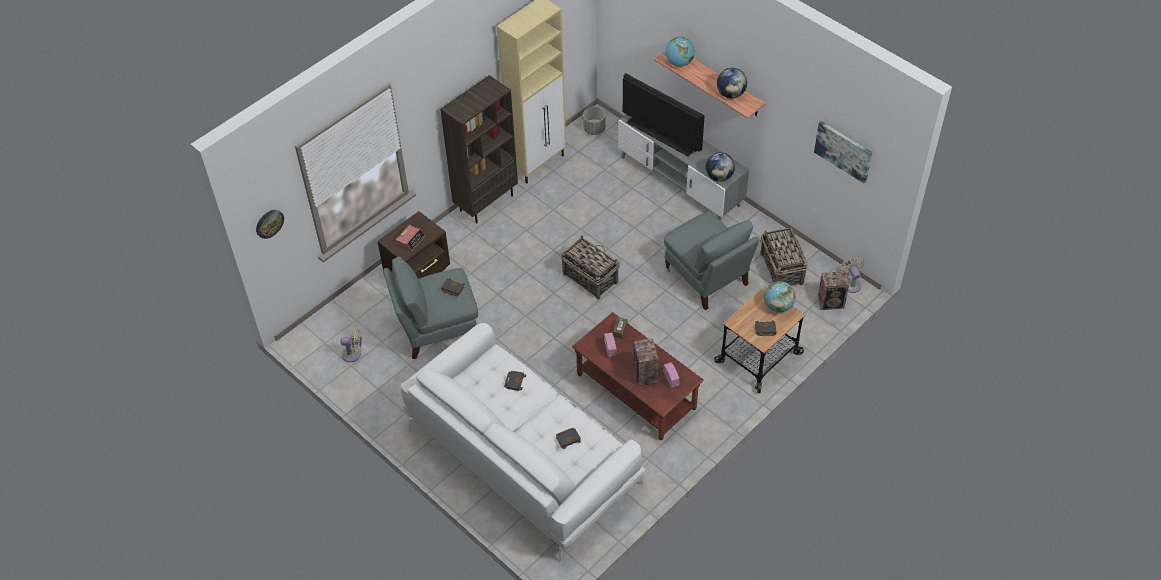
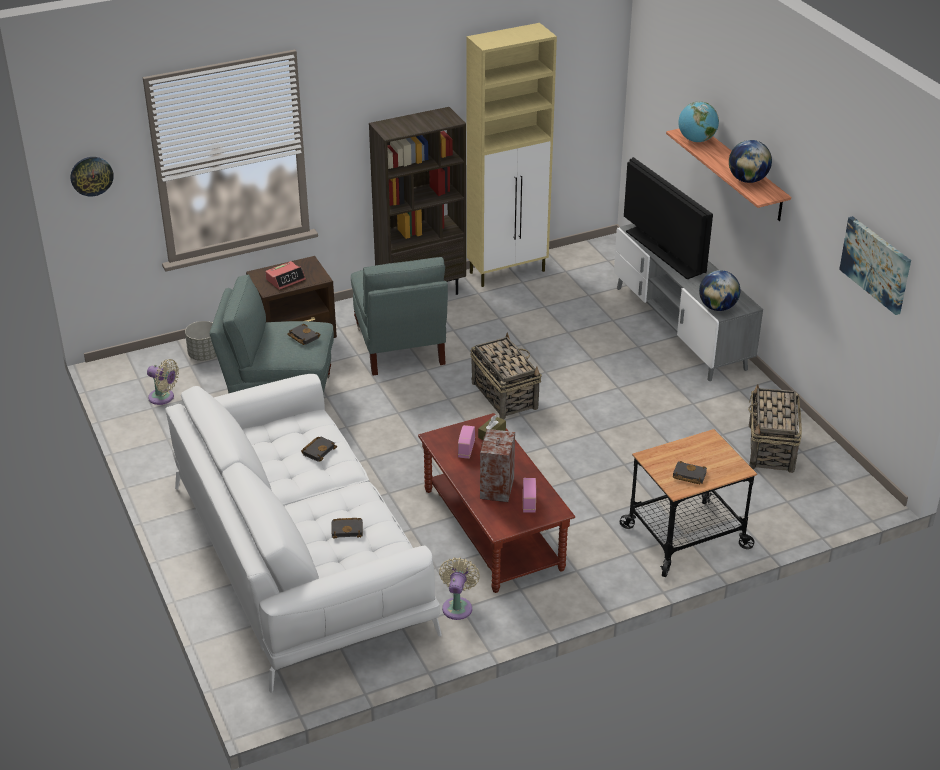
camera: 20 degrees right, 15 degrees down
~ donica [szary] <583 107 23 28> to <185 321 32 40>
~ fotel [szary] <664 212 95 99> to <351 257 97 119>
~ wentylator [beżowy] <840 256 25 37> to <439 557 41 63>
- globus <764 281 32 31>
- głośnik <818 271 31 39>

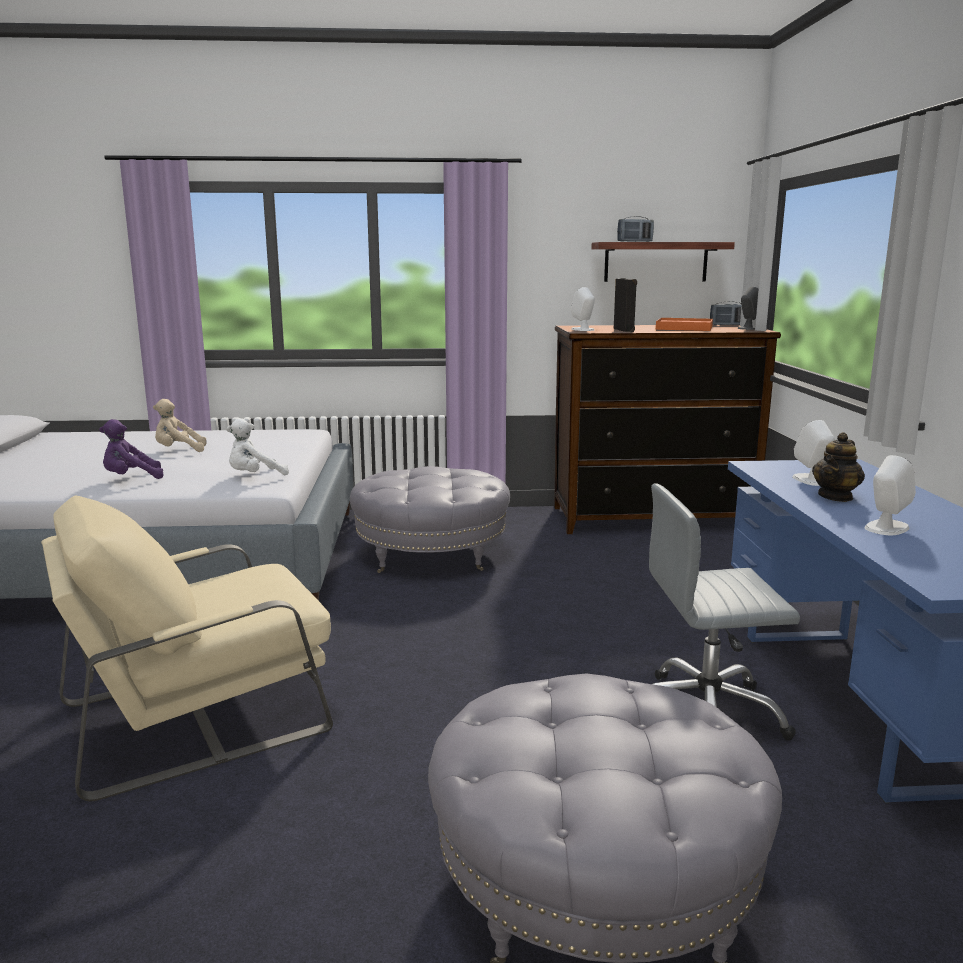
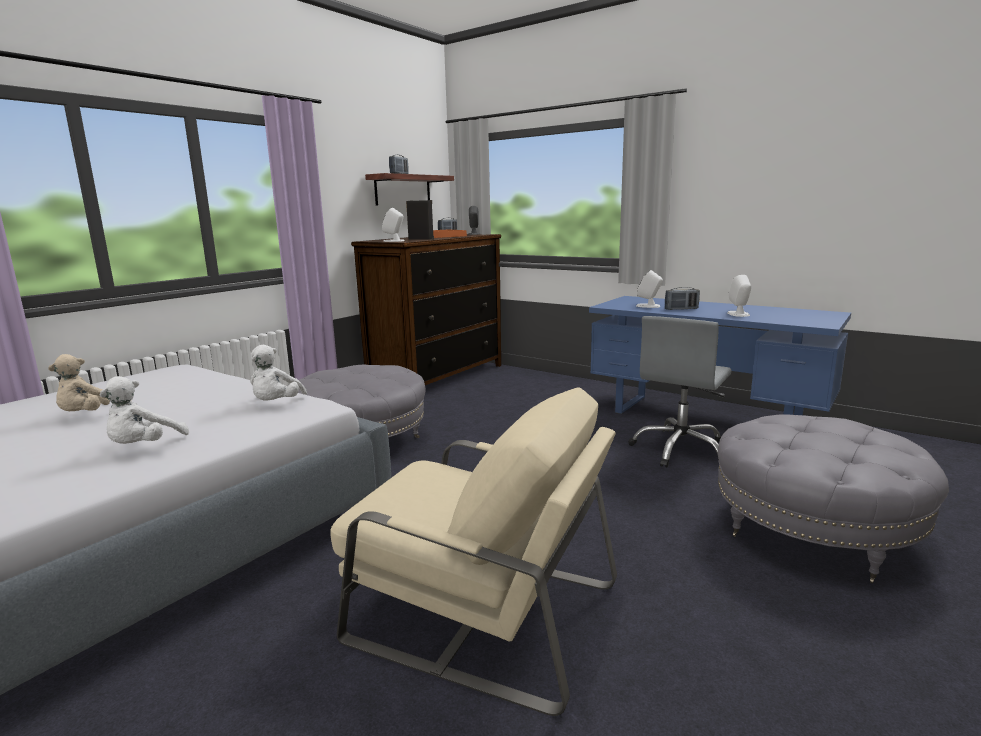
camera: 50 degrees left, 0 degrees up
~ pluszak [fioletowy] <99 419 65 60> to pluszak [biały] <99 376 90 68>
~ fotel [beżowy] <41 496 292 305> = <330 387 287 329> 75 degrees counterclockwise
~ imbryk <812 432 53 70> to radio <665 287 35 23>

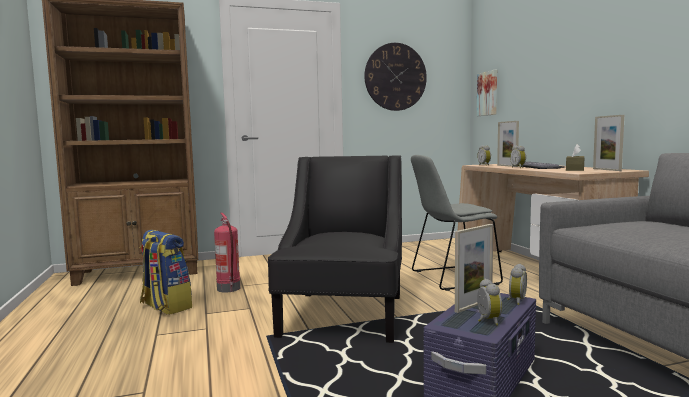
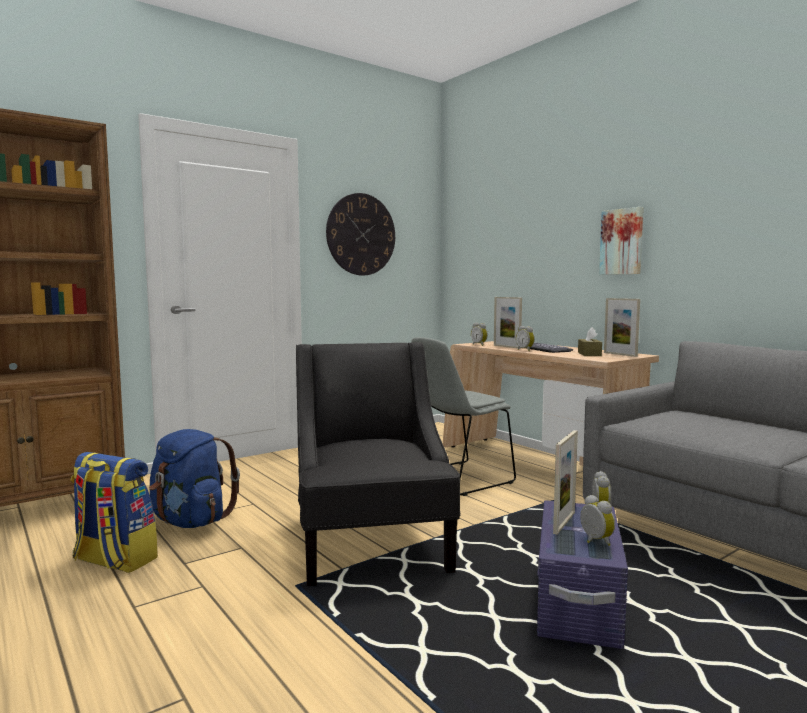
camera: 20 degrees left, 0 degrees up
~ gaśnica <214 213 26 80> to plecak [niebieski] <149 429 91 99>
~ obraz <477 70 20 46> to <599 207 44 68>

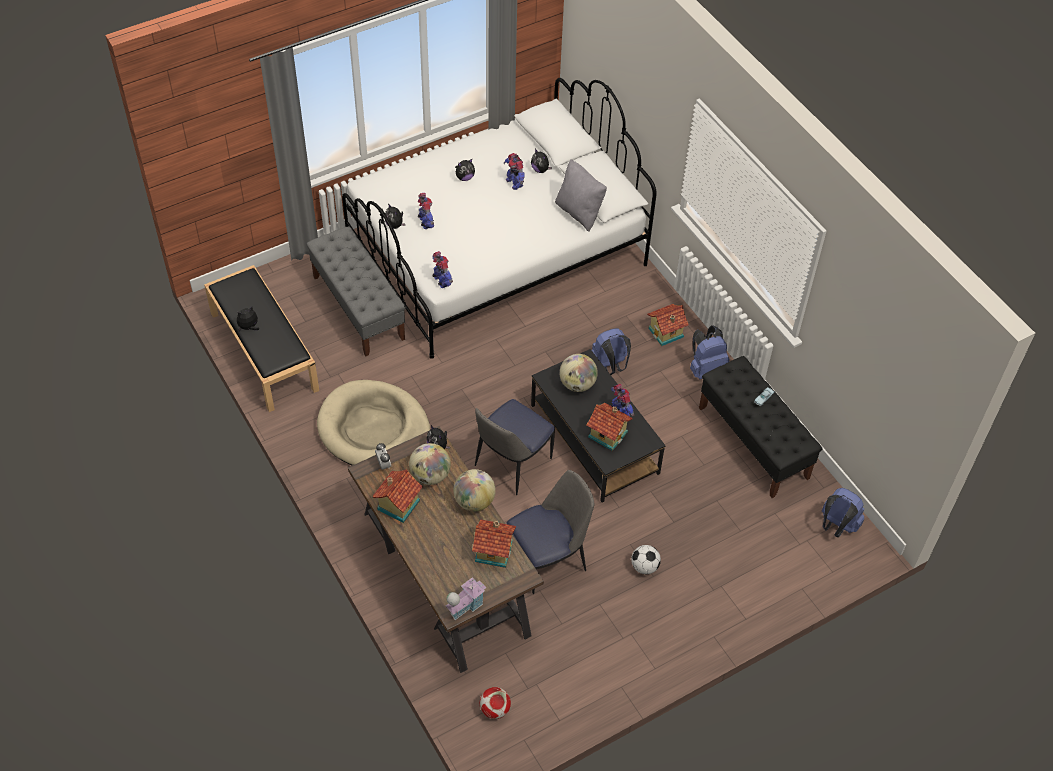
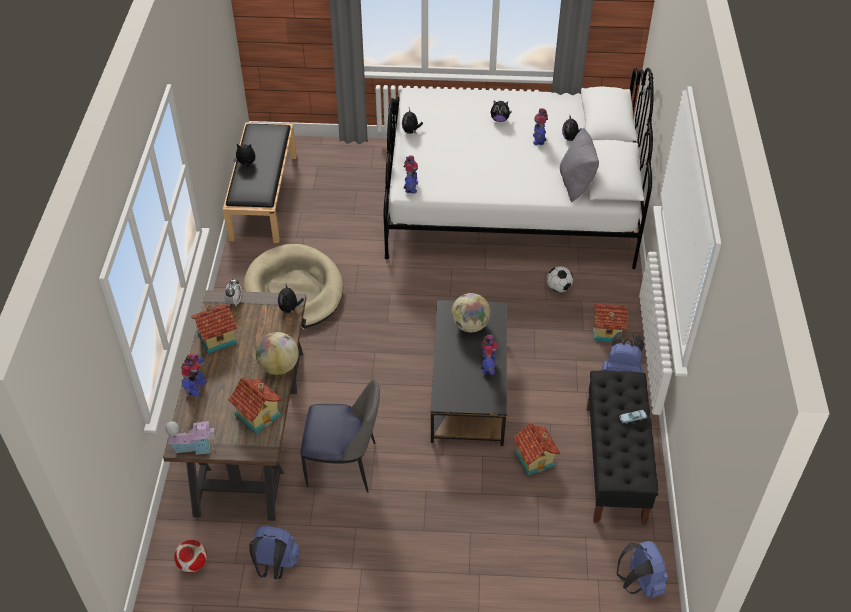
camera: 35 degrees right, 5 degrees down
~ robot zabawkowy <418 193 16 36> to <181 354 26 43>
~ plecak [niebieski] <592 328 39 47> to <249 526 51 53>
~ domek <587 403 46 48> to <513 423 47 52>
~ piłka futbolowa <631 545 30 29> to <547 266 26 26>
- ławka [szary] <306 226 100 130>
- globus <409 443 42 42>
- krzesło <475 399 80 96>

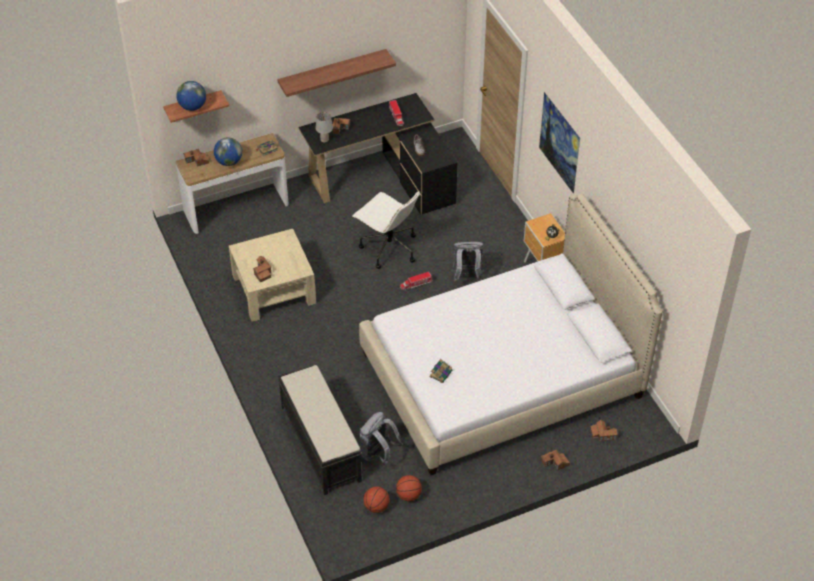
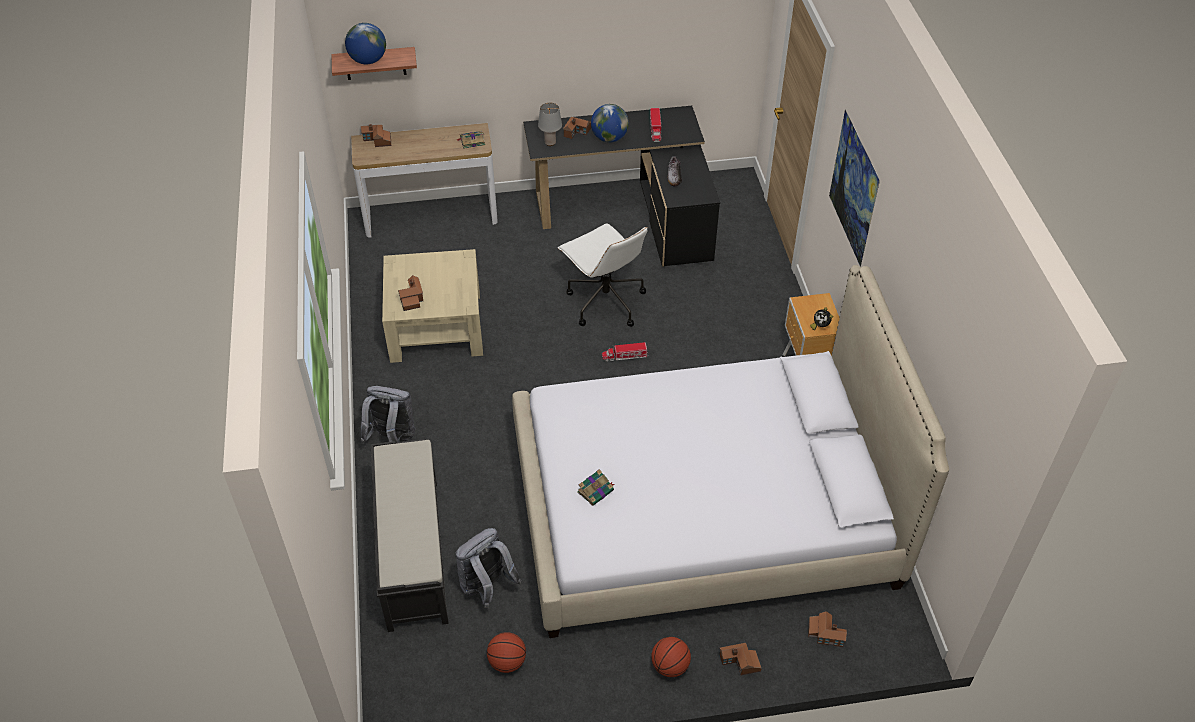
camera: 15 degrees right, 0 degrees up
~ plecak [szary] <451 242 33 40> to <361 386 54 57>
~ globus <214 137 28 29> to <591 104 38 38>
~ piłka do koszykówki <364 487 26 26> to <651 637 40 40>
- półka <278 49 118 48>

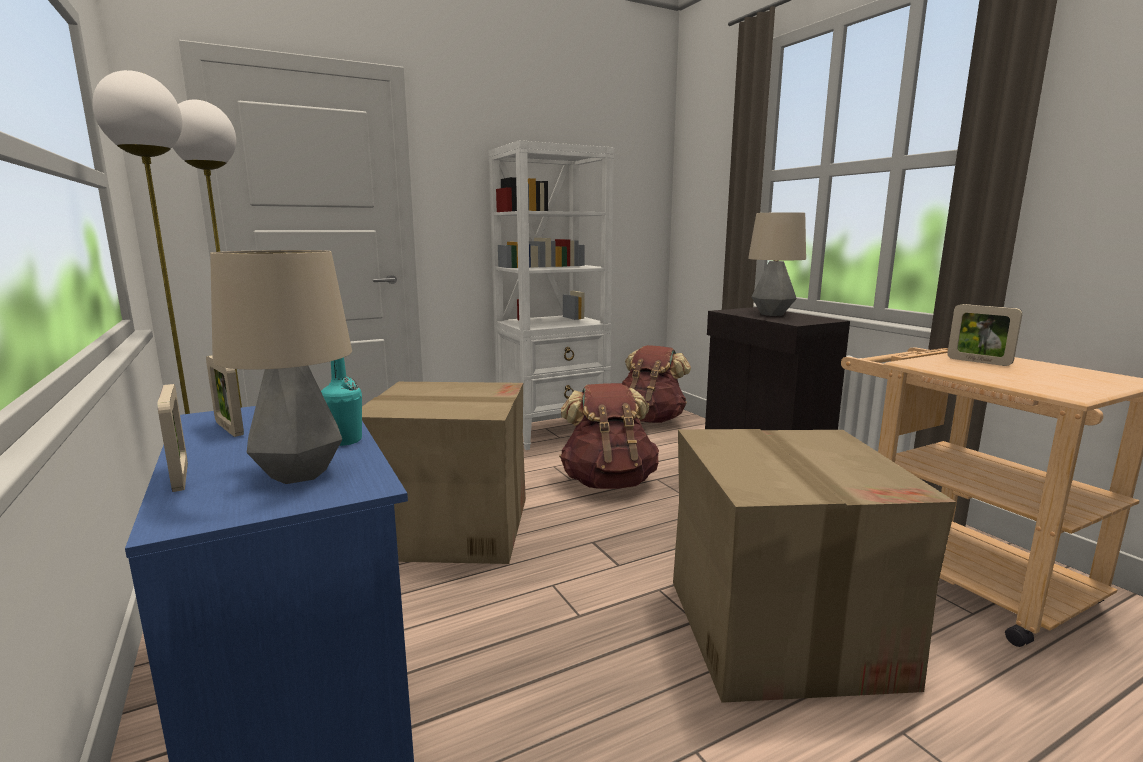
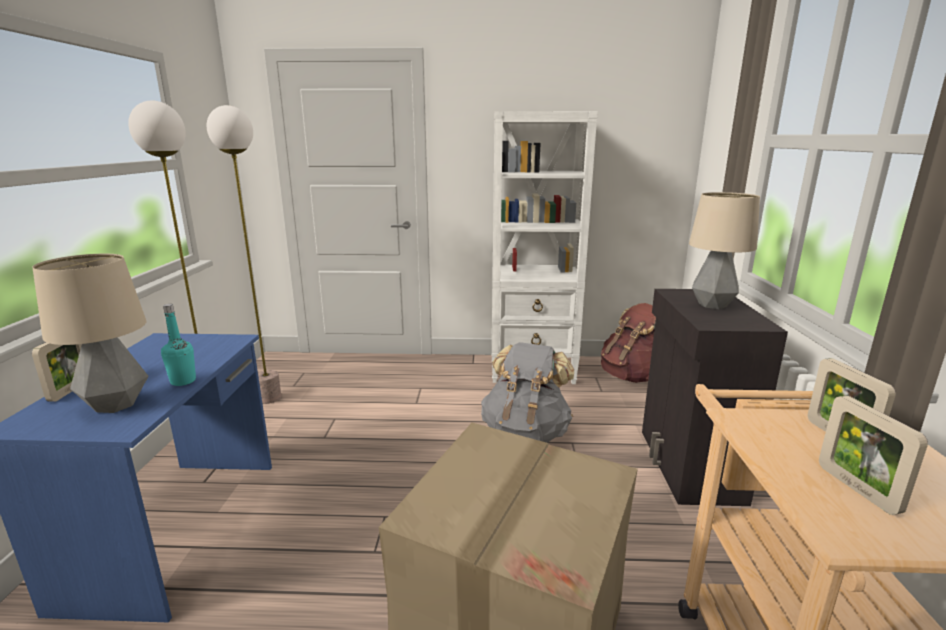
camera: 30 degrees right, 5 degrees up
~ plecak [brązowy] <559 383 100 106> to plecak [szary] <481 342 93 101>
~ ramka na zdjęcie <206 355 38 82> to <819 396 109 119>
- karton <362 382 164 182>

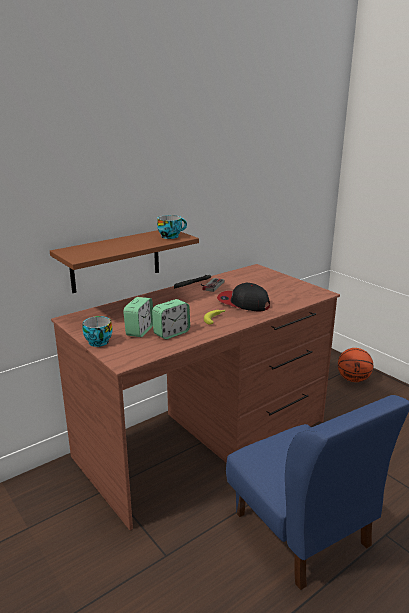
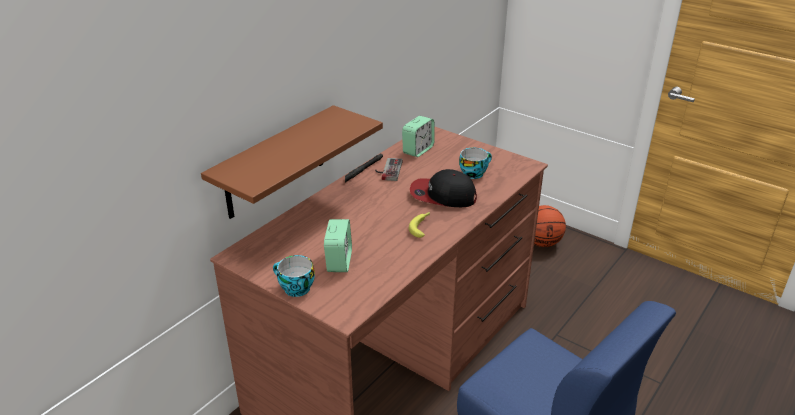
camera: 15 degrees left, 10 degrees up
~ budzik <152 299 38 40> to <402 116 33 41>
~ filiżanka <157 215 30 24> to <459 148 33 31>

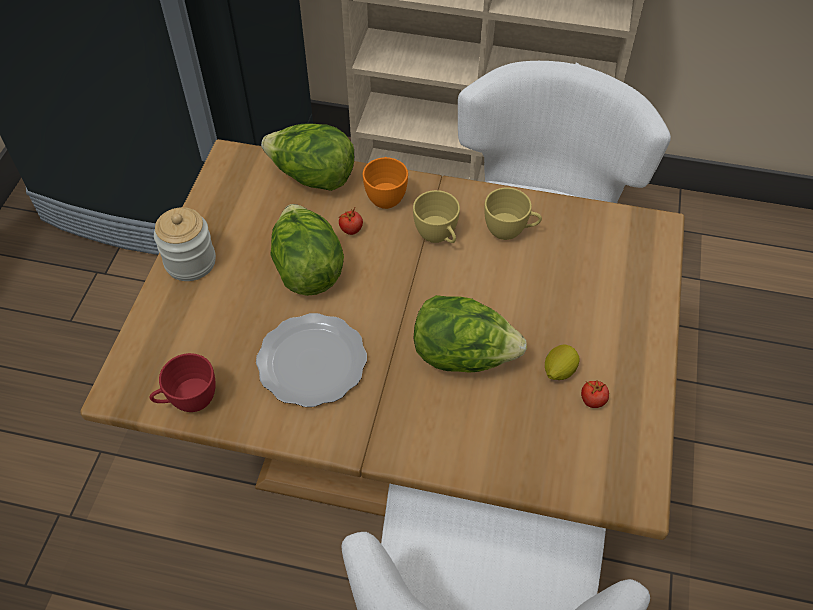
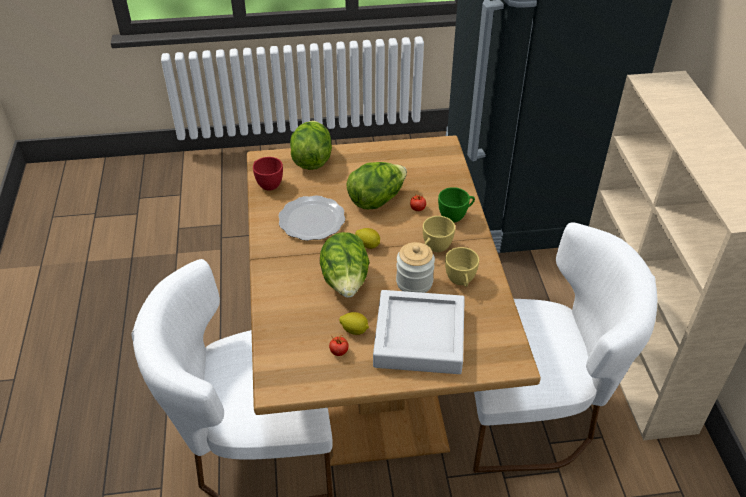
camera: 70 degrees right, 10 degrees down
~ sałata <261 123 93 68> to <290 120 42 50>
+ cytryna <355 228 25 21>
+ taca [szary] <373 290 92 84>
~ słoik <154 207 62 74> to <396 242 39 51>
~ filiżanka [pomarańczowy] <363 157 45 52> to filiżanka [zielony] <438 187 37 36>

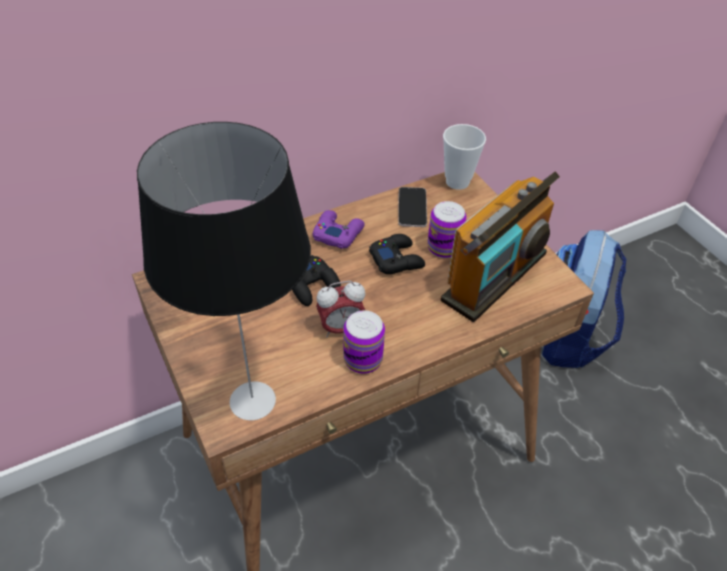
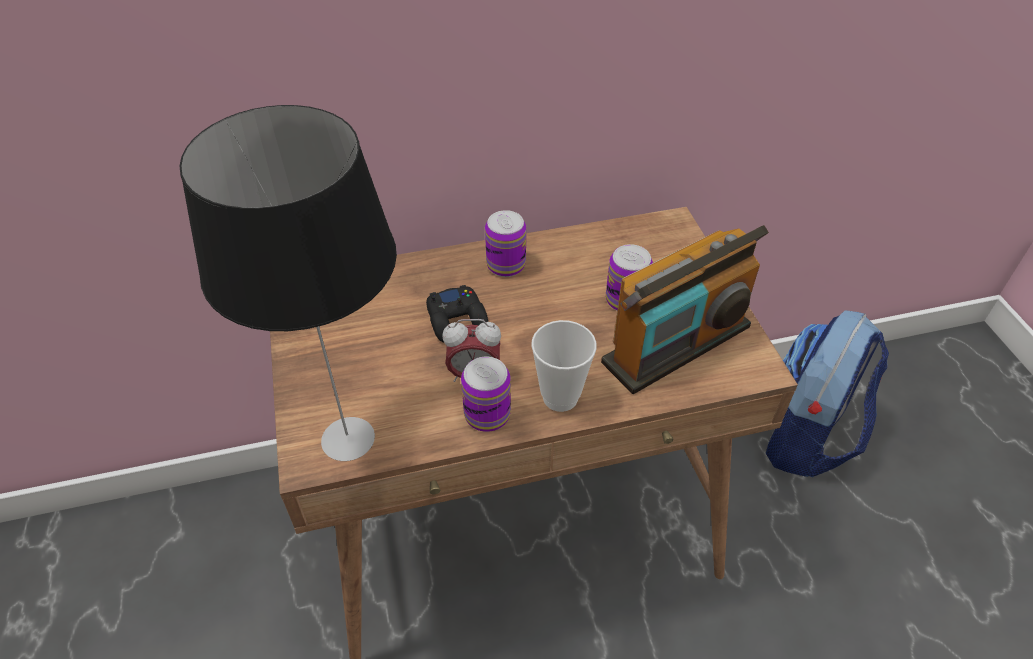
camera: 15 degrees right, 0 degrees up
~ pad do gier [fioletowy] <313 210 52 39> to puszka <485 210 41 67>
~ filiżanka <443 124 43 66> to <531 320 66 92>
- pad do gier [czarny] <369 234 56 40>
- telefon <398 187 29 40>

